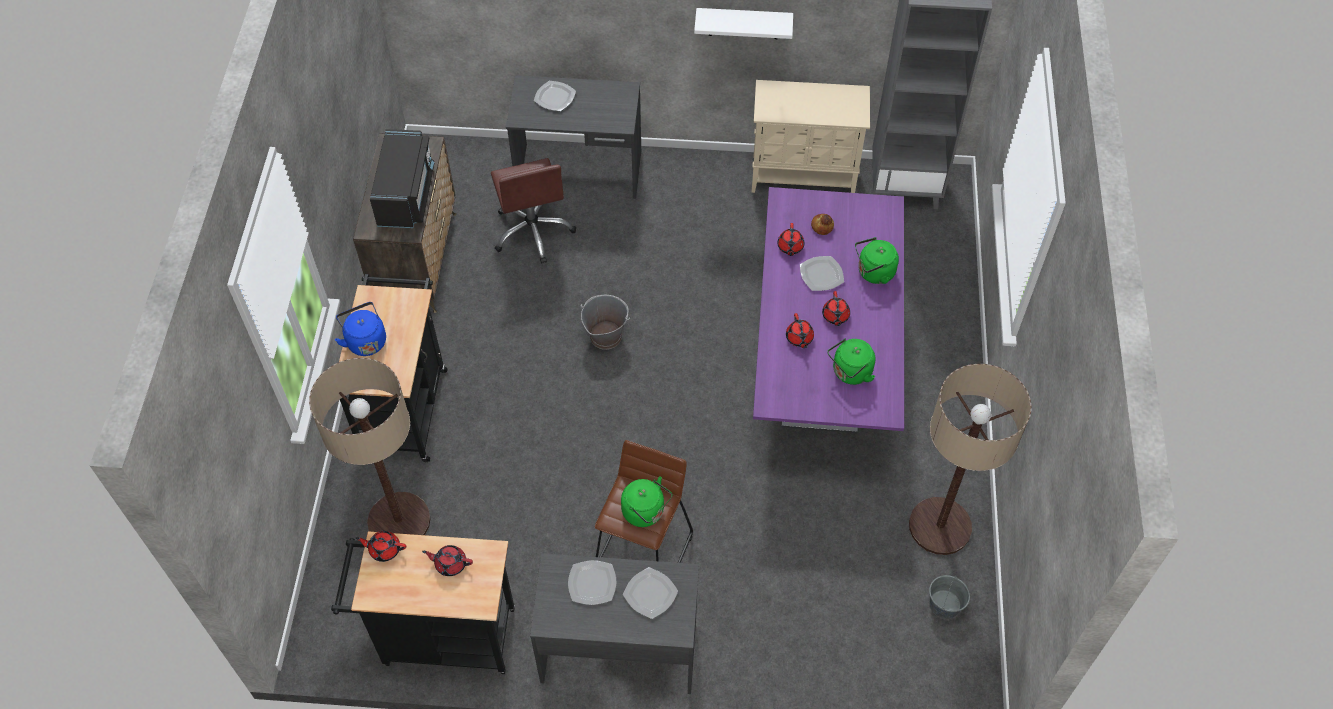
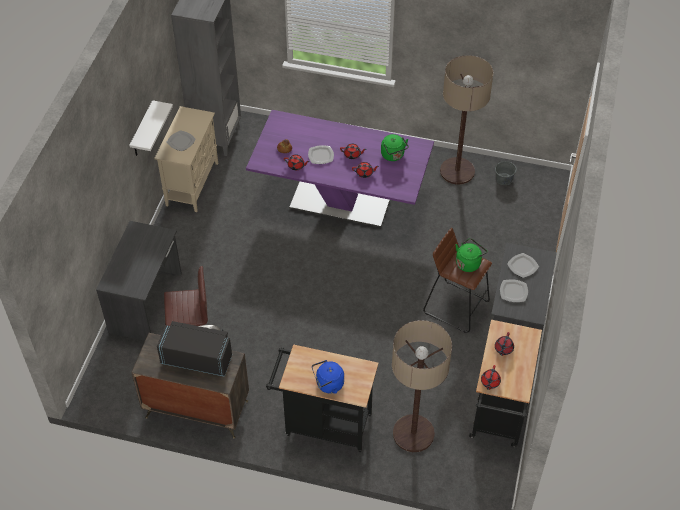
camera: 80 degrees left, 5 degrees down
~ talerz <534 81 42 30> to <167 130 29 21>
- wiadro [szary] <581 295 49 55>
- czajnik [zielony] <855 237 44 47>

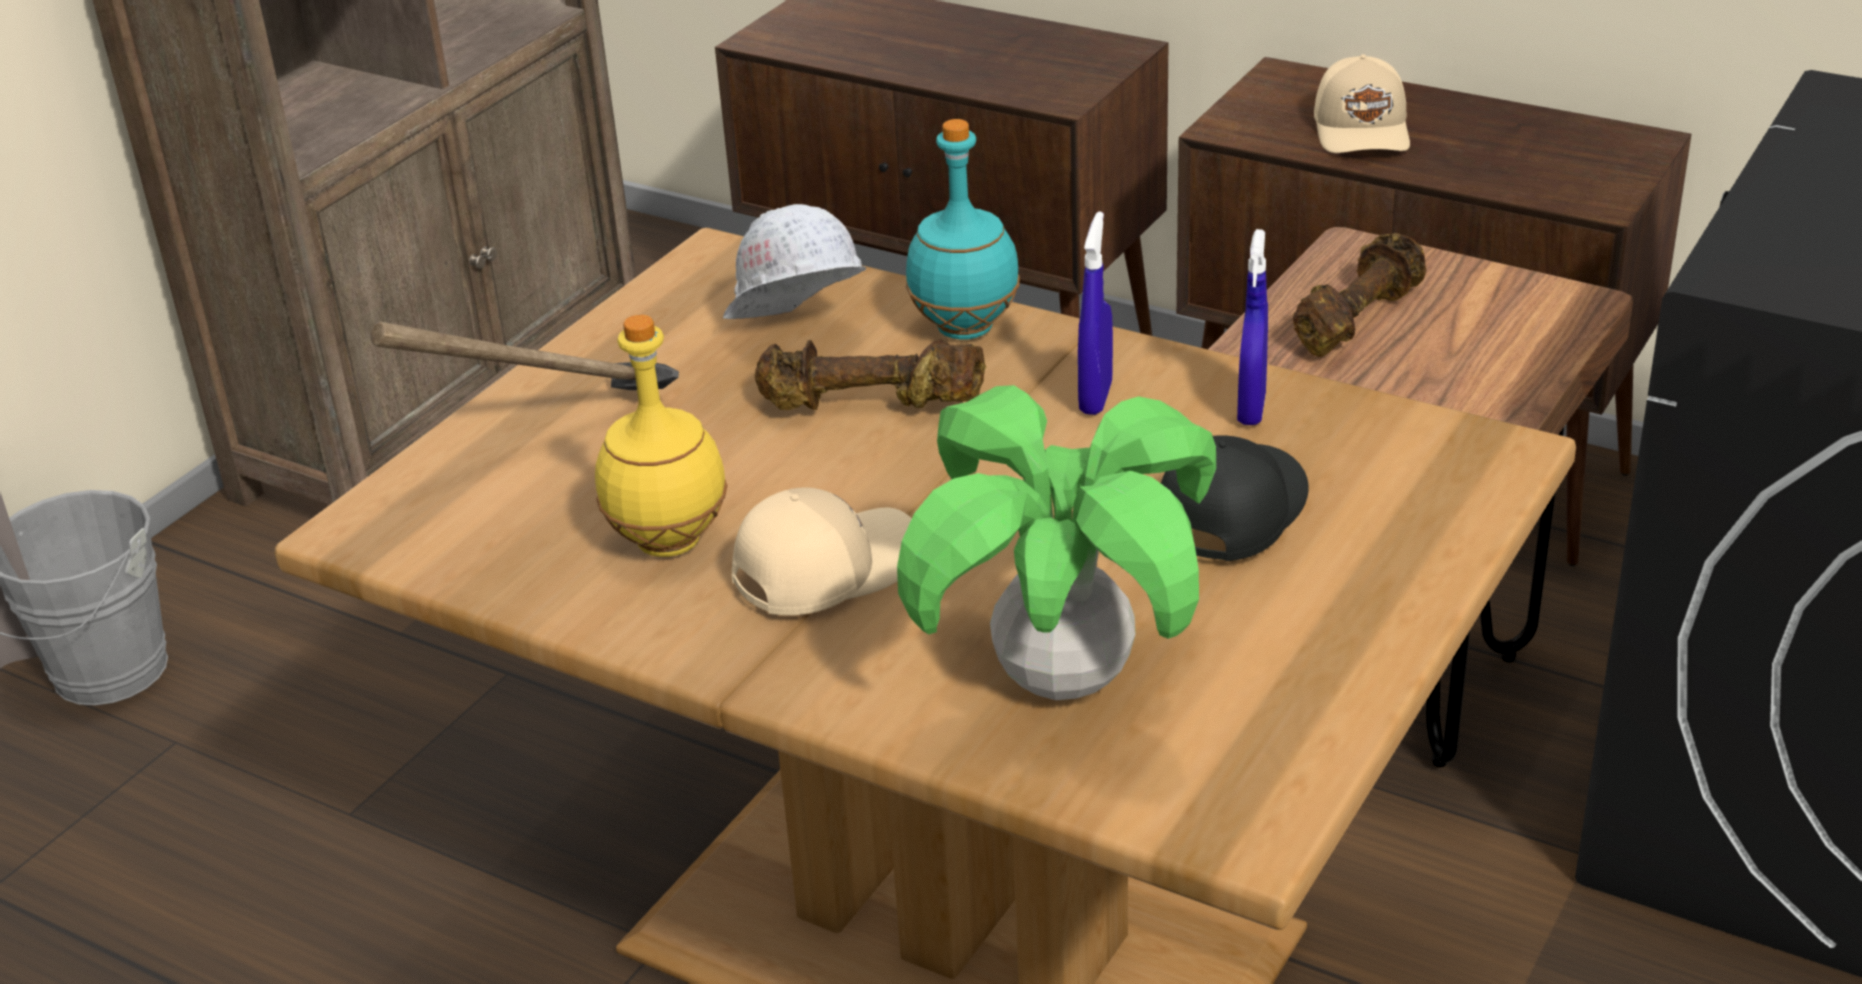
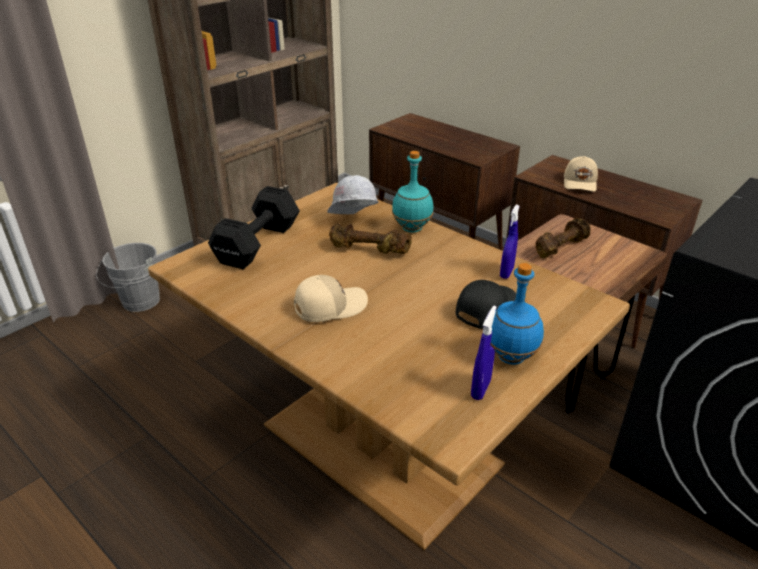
camera: 10 degrees right, 0 degrees up
~ młotek <371 322 308 68> to hantel [czarny] <208 186 92 83>
~ spryskiwacz [niebieski] <1078 212 35 203> to <471 306 26 94>
+ butelka [niebieski] <490 263 54 102>
- butelka [żółty] <595 315 132 242>
- roślina doniczkowa <897 385 319 315>

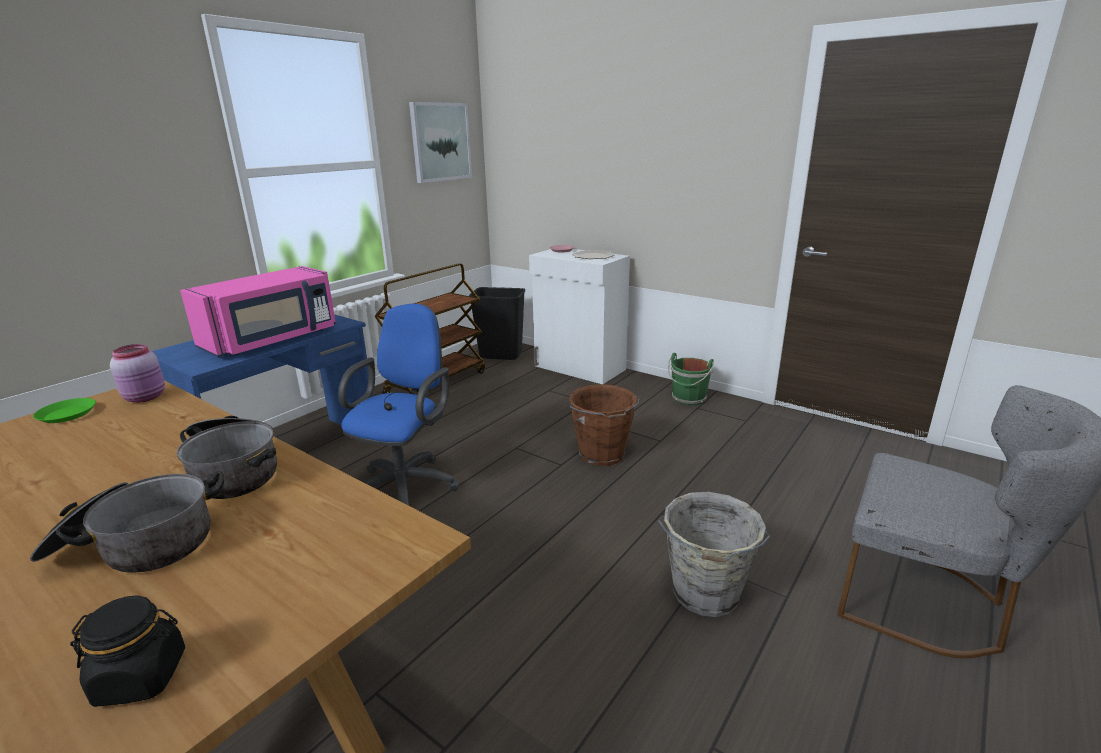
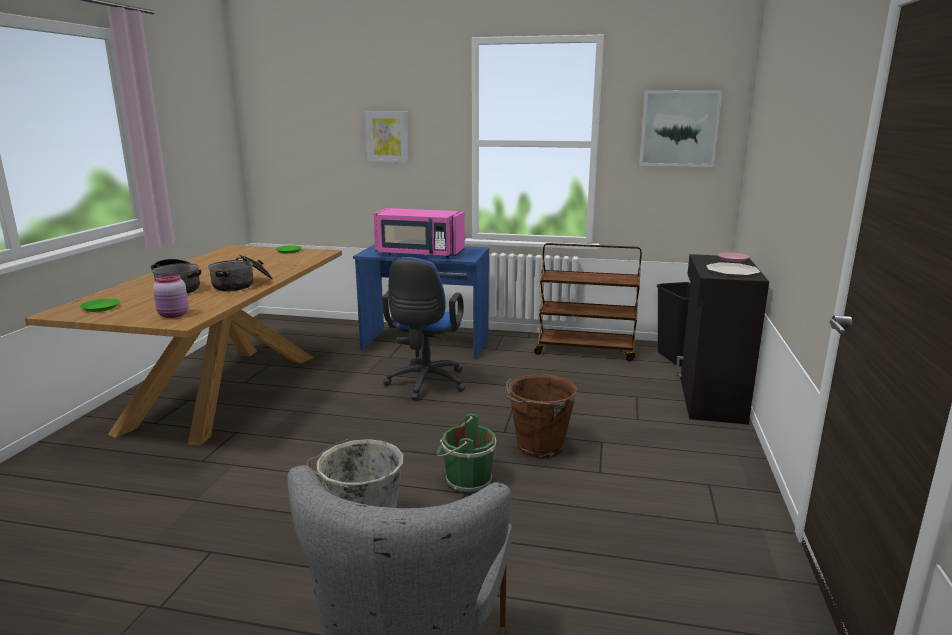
camera: 65 degrees right, 5 degrees down
~ słoik [czarny] <70 595 115 112> to talerz [zielony] <80 299 40 13>
~ słoik [różowy] <110 344 55 59> to <153 274 36 44>
+ obraz <365 111 44 52>
~ krzesło biurowe [niebieski] <338 304 122 202> = <382 257 84 144> 105 degrees clockwise
~ wiadro [zielony] <668 353 46 52> to <436 414 60 80>
~ szafka [biały] <529 249 101 135> to szafka [czarny] <675 254 94 171>

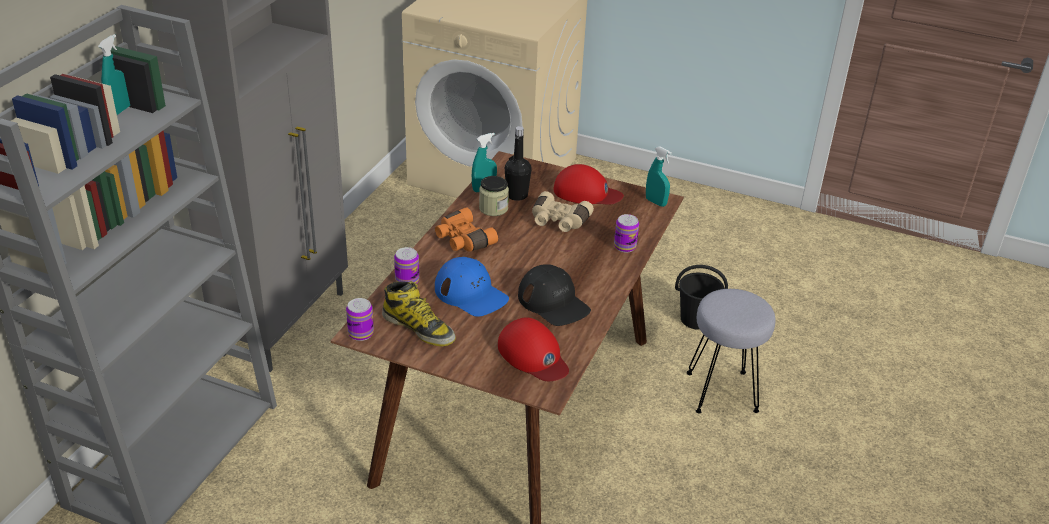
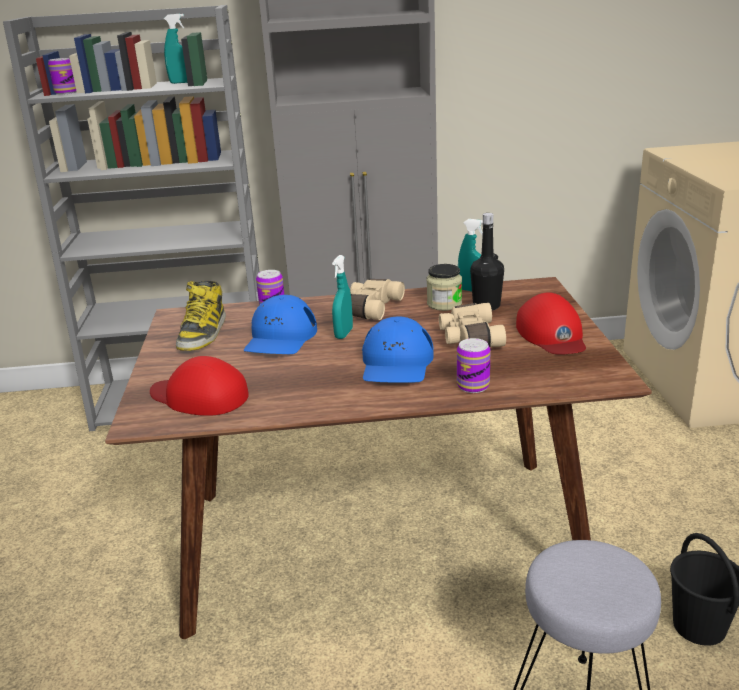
camera: 65 degrees right, 10 degrees down
~ puszka <346 298 28 43> to <48 58 28 37>
~ czapka z daszkiem [czerwony] <498 317 71 64> = <150 356 99 60> 90 degrees clockwise
~ spryskiwacz [turkusowy] <646 146 26 61> to <332 255 21 84>
~ lornetka [pomarańczowy] <435 207 63 45> to lornetka [beżowy] <350 279 55 41>
+ czapka z daszkiem [niebieski] <362 317 72 66>
- czapka z daszkiem [czarny] <518 265 73 61>

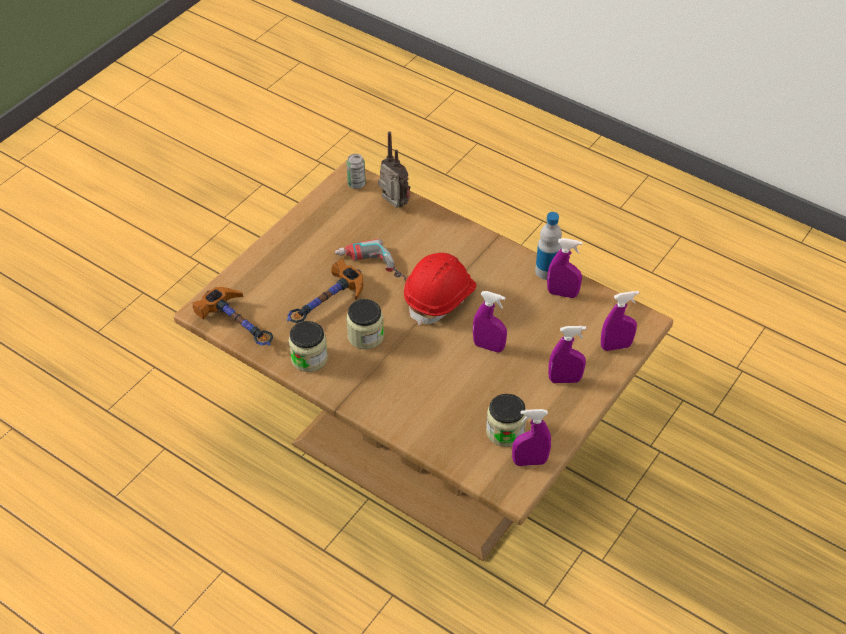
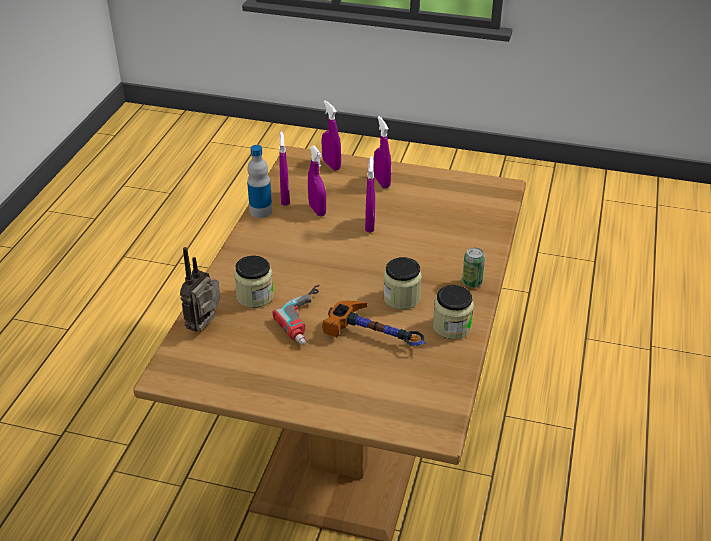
camera: 110 degrees left, 10 degrees down
~ słoik <486 394 40 53> to <234 256 40 52>
~ spryskiwacz [fioletowy] <512 409 39 57> to <308 145 18 71>
~ puszka <346 154 20 35> to <462 248 23 40>
- młotek <193 287 81 59>
- kask [czerwony] <404 253 72 72>

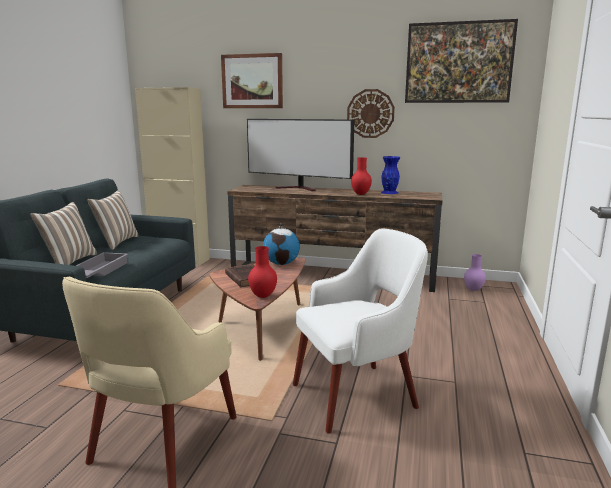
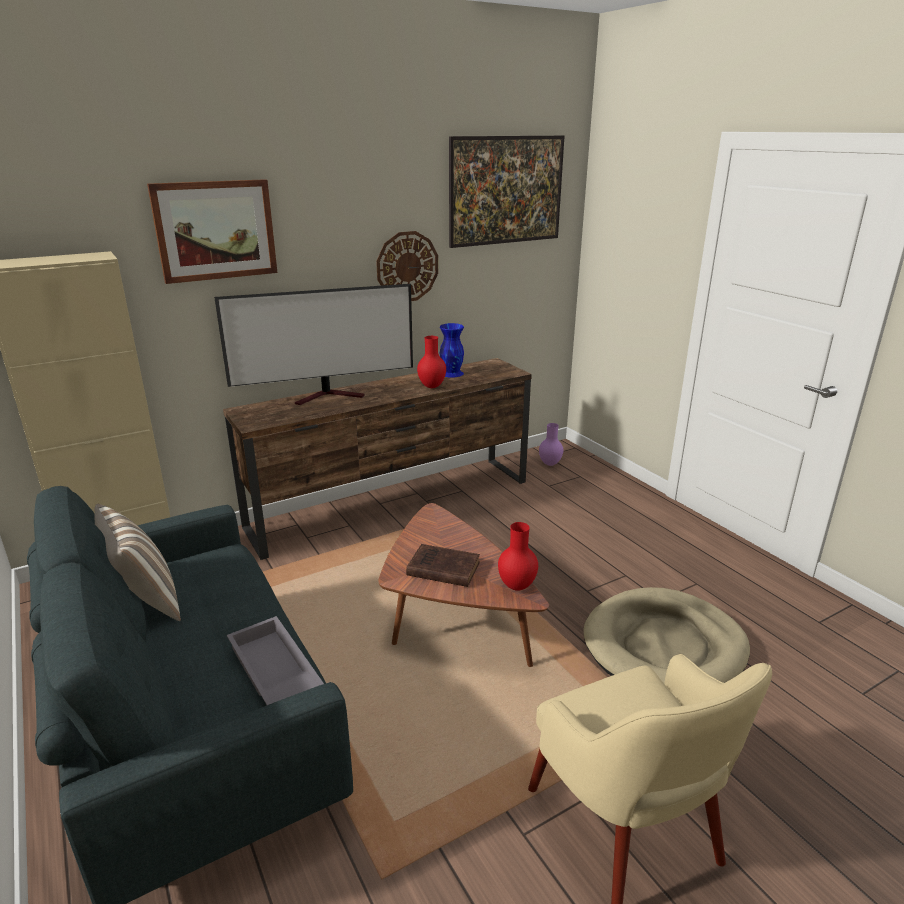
camera: 45 degrees left, 10 degrees up
~ fotel [biały] <293 228 135 205> to legowisko [beżowy] <583 587 167 96>
- poduszka <30 202 67 63>
- globus <263 223 37 42>

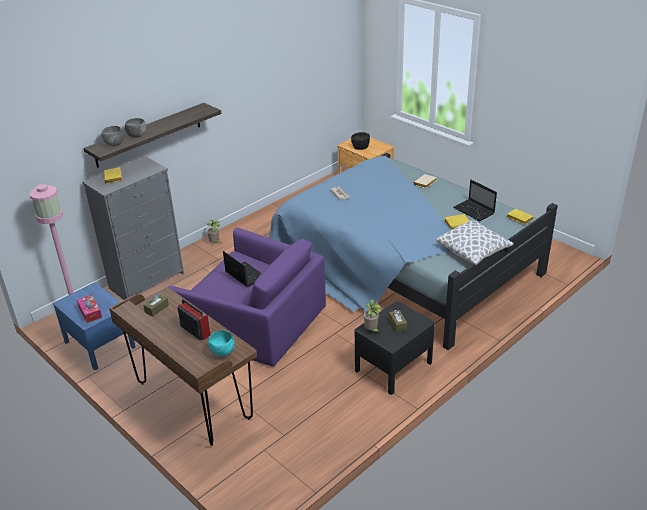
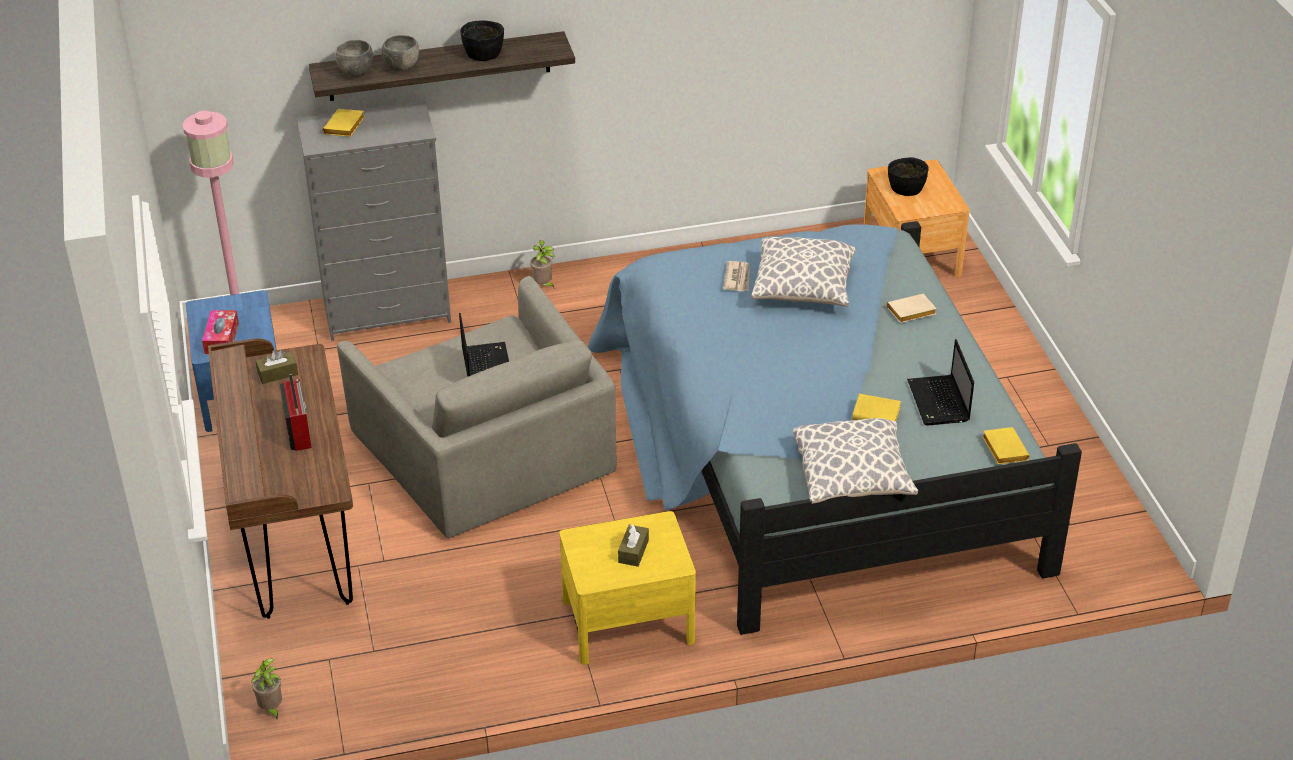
camera: 30 degrees right, 5 degrees up
~ roślina doniczkowa <363 300 18 33> to <251 658 31 61>
~ fotel [fioletowy] <168 227 158 140> to fotel [szary] <337 276 280 262>
+ miska [czarny] <460 21 44 40>
~ szafka nocna [czarny] <355 301 80 94> to szafka nocna [żółty] <559 511 137 154>
+ poduszka <751 237 105 70>
- miska [turkusowy] <208 330 27 26>

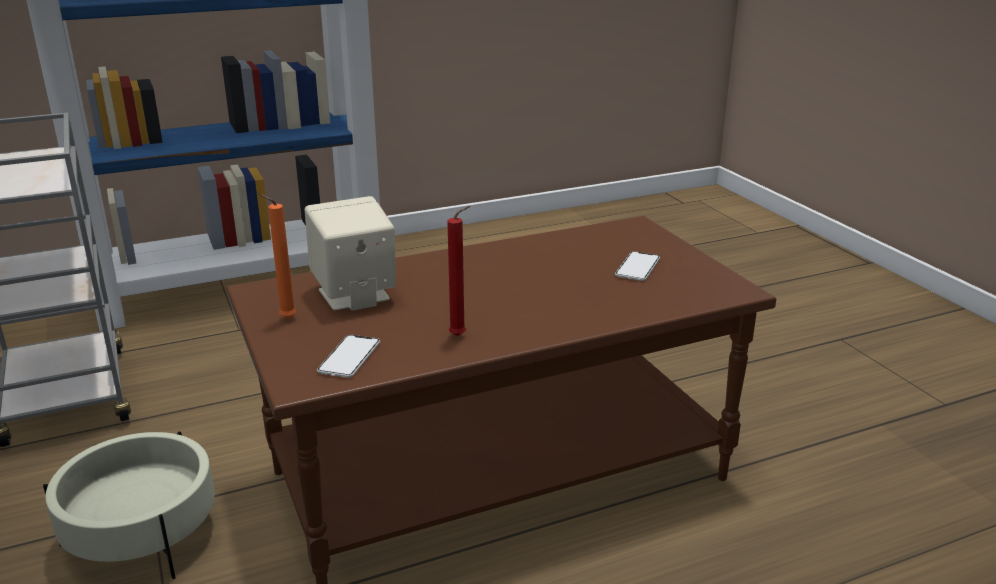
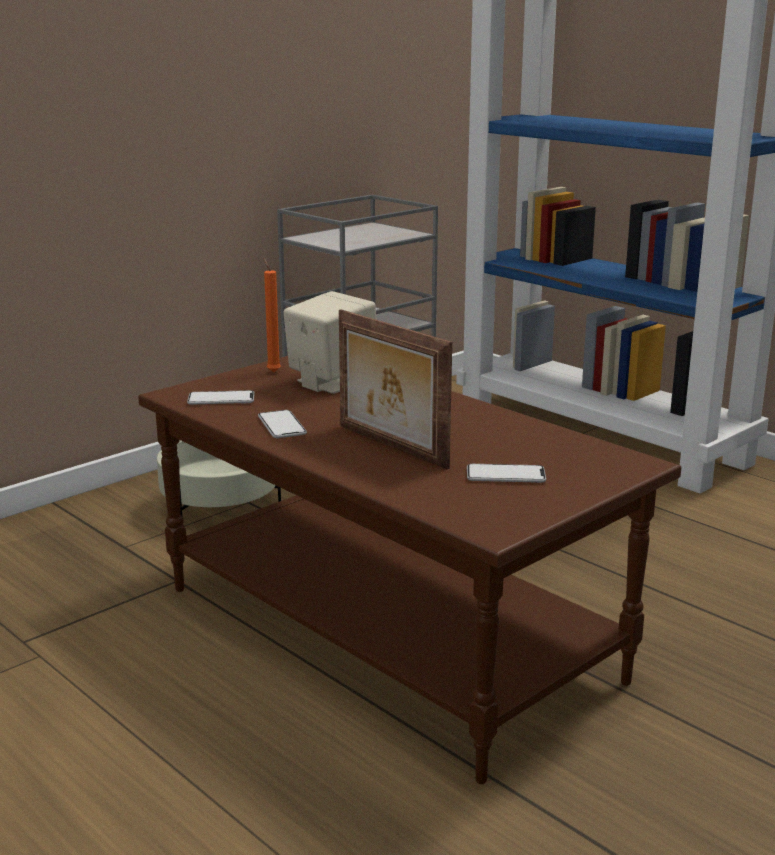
camera: 70 degrees right, 5 degrees down
~ świeca [czerwony] <447 206 23 130> to telefon <258 410 49 29>
+ ramka na zdjęcie <339 309 113 160>

